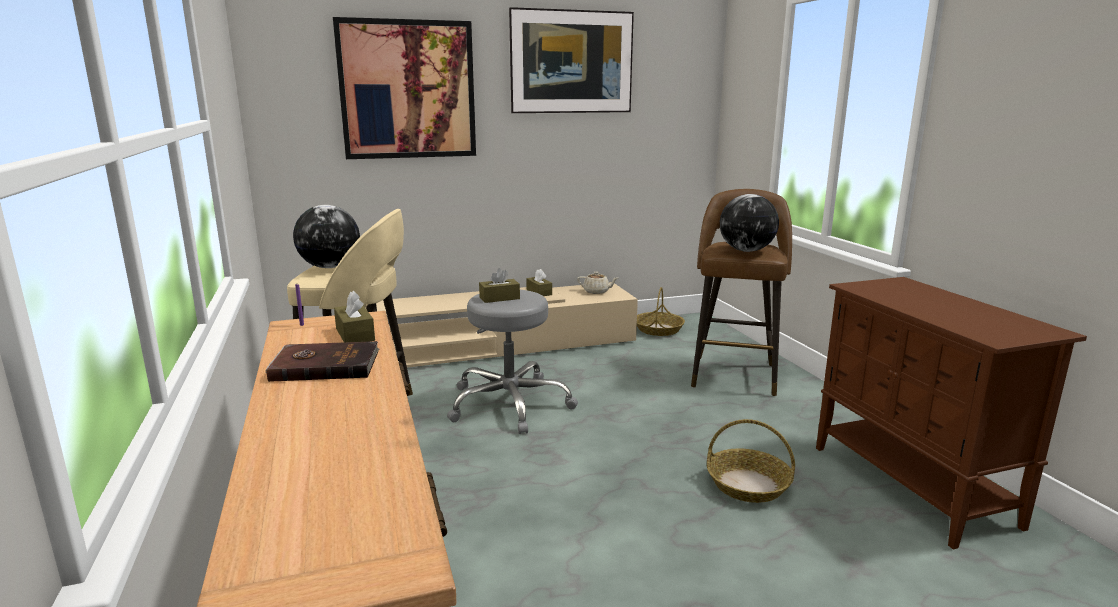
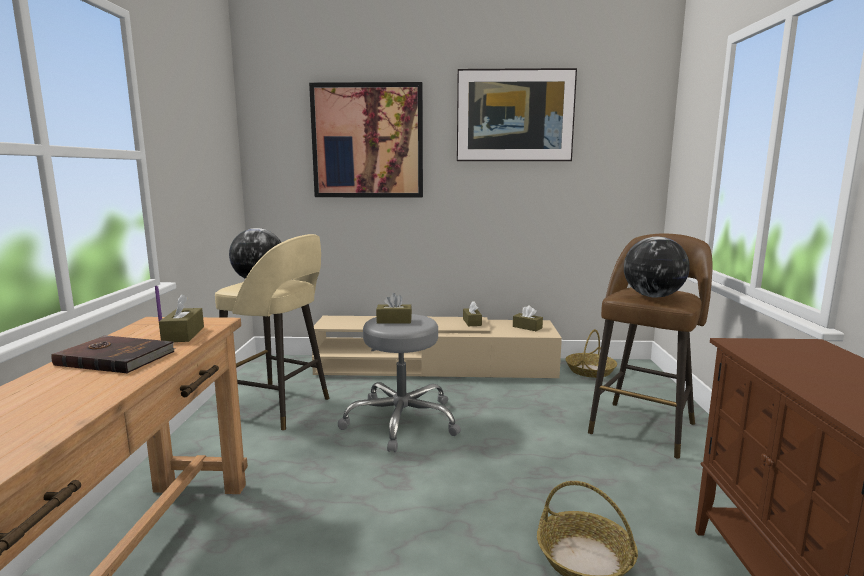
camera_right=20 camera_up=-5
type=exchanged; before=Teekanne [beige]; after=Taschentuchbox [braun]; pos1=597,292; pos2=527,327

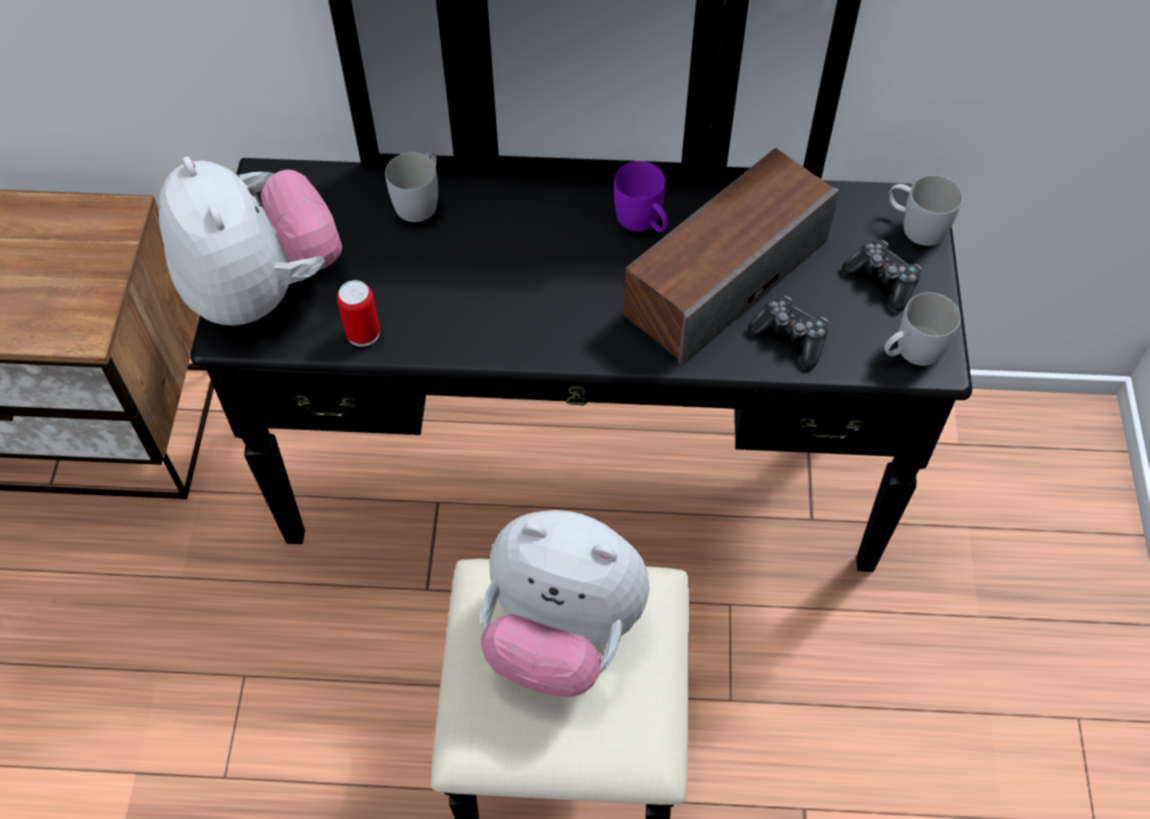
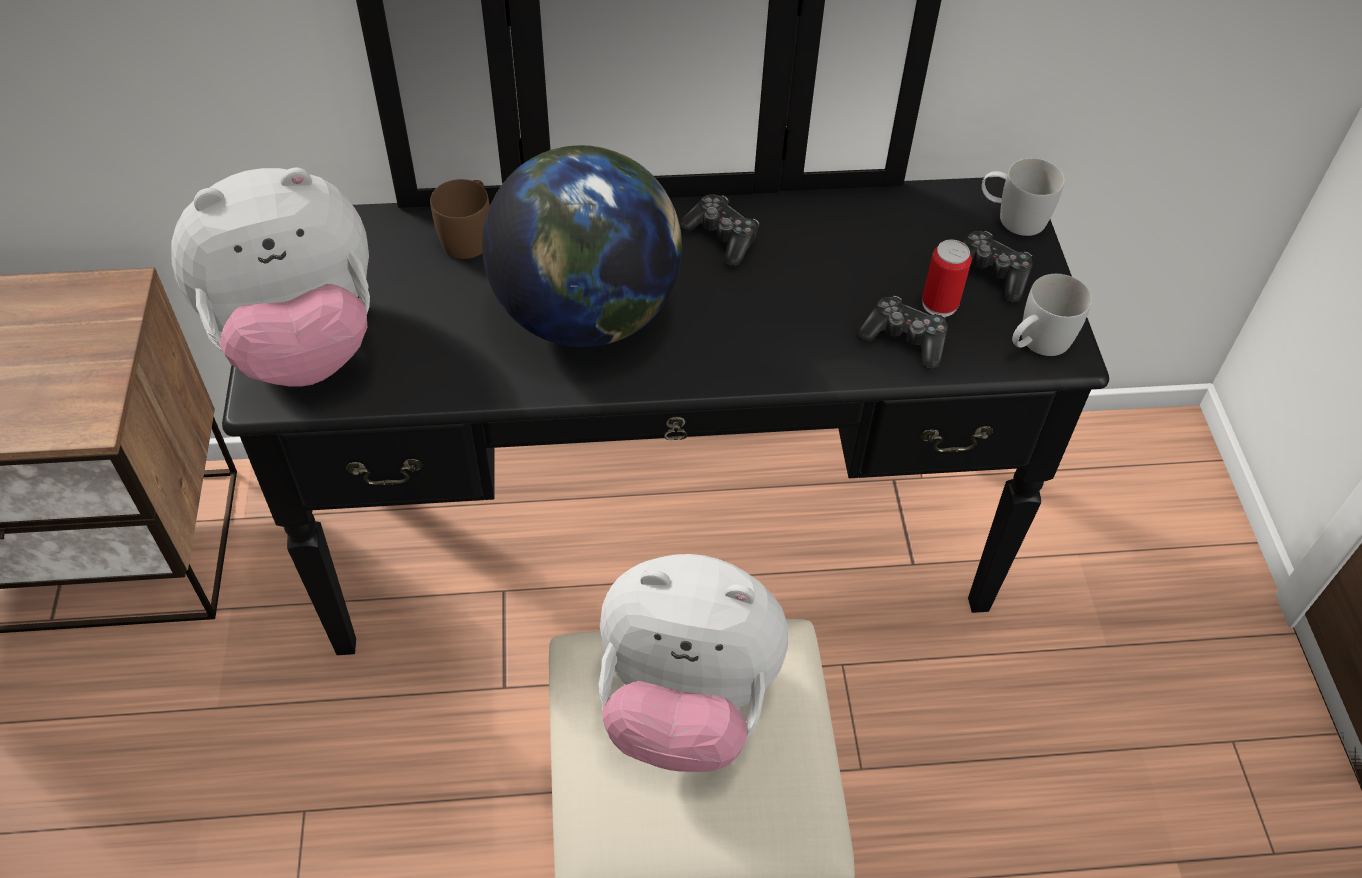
camera_right=-10 camera_up=-5
type=missing; before=Lautsprecher; pos1=725,277
type=colour; before=Henkelbecher [weiß]; after=Henkelbecher [braun]; pos1=420,200; pos2=470,235
type=spun; before=Plüschtier; pos1=262,289; pos2=300,344; turn=105
type=exchanged; before=Henkelbecher [lila]; after=Gamepad; pos1=643,222; pos2=721,238
type=relocated; before=Dose; pos1=363,333; pos2=939,304
type=appeared; after=Globus; pos2=587,314

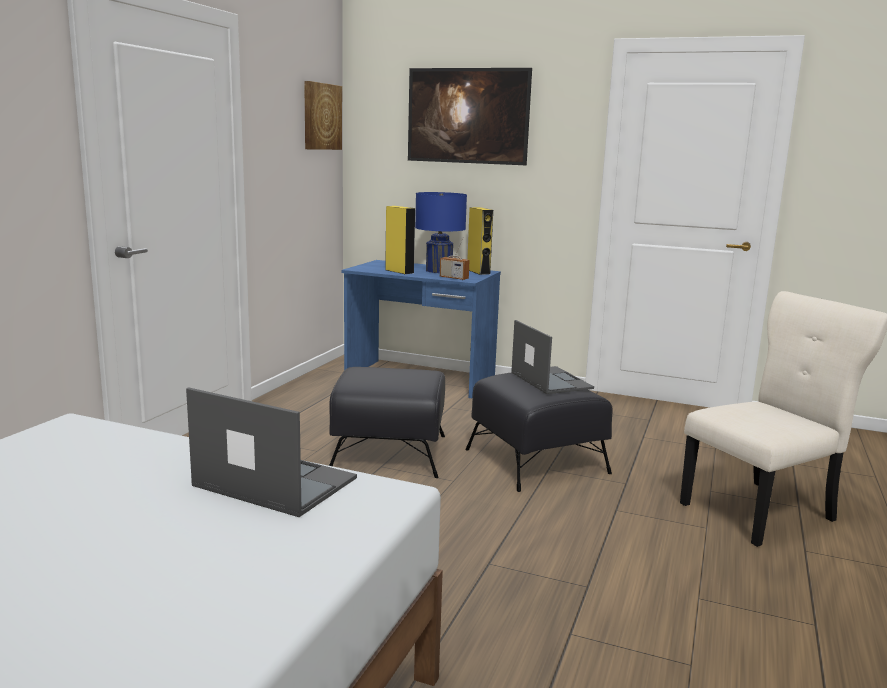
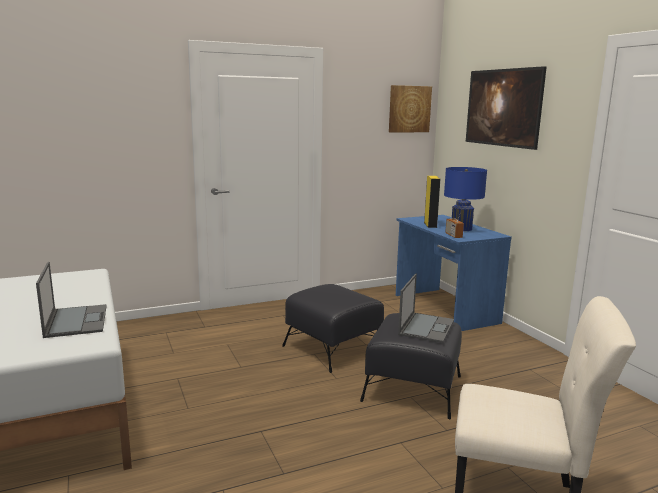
camera_right=45 camera_up=0
type=missing; before=Lautsprecher [gelb]; pos1=478,272

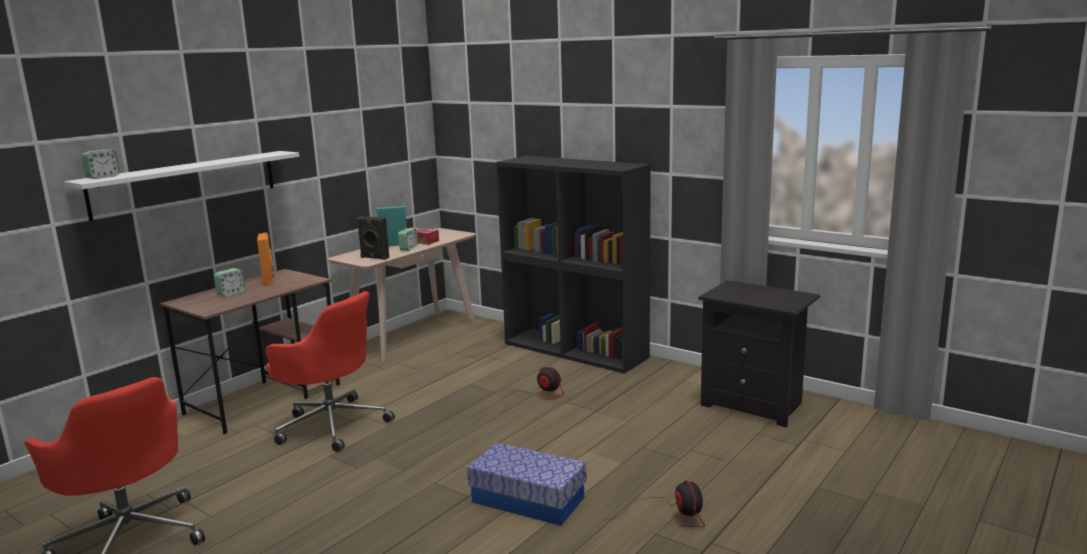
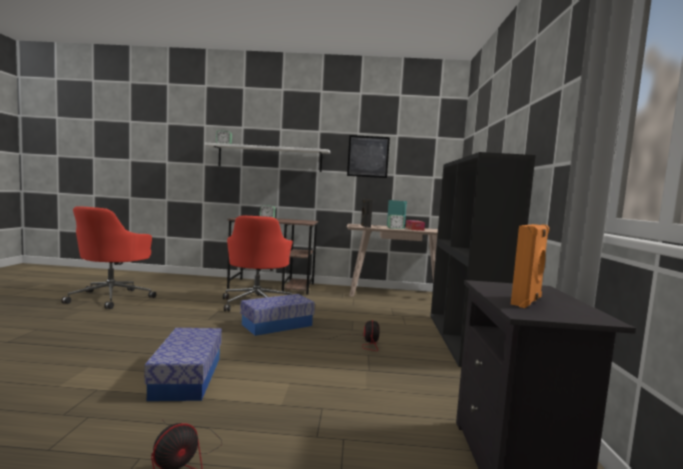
camera_right=55 camera_up=-10
type=relocated; before=Lautsprecher [orange]; pos1=269,280; pos2=527,301
type=appeared; after=Bild; pos2=368,156
type=appeared; after=Aufbewahrungsbox; pos2=277,325

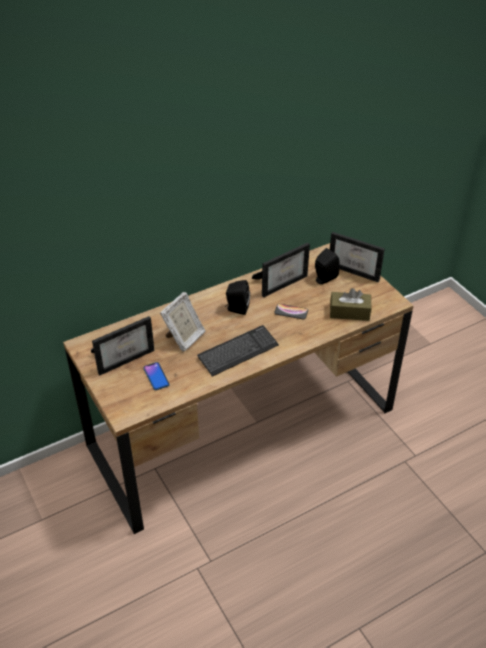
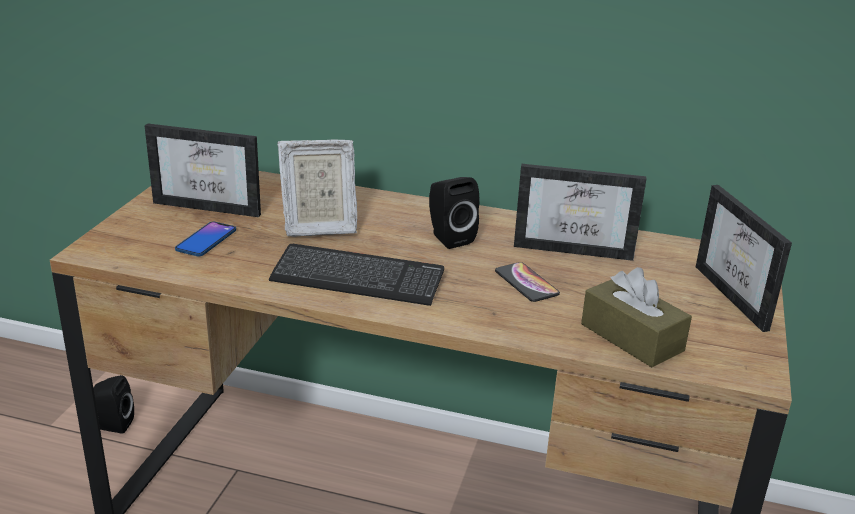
camera_right=45 camera_up=-15
type=relocated; before=Lautsprecher [schwarz]; pos1=324,279; pos2=112,425

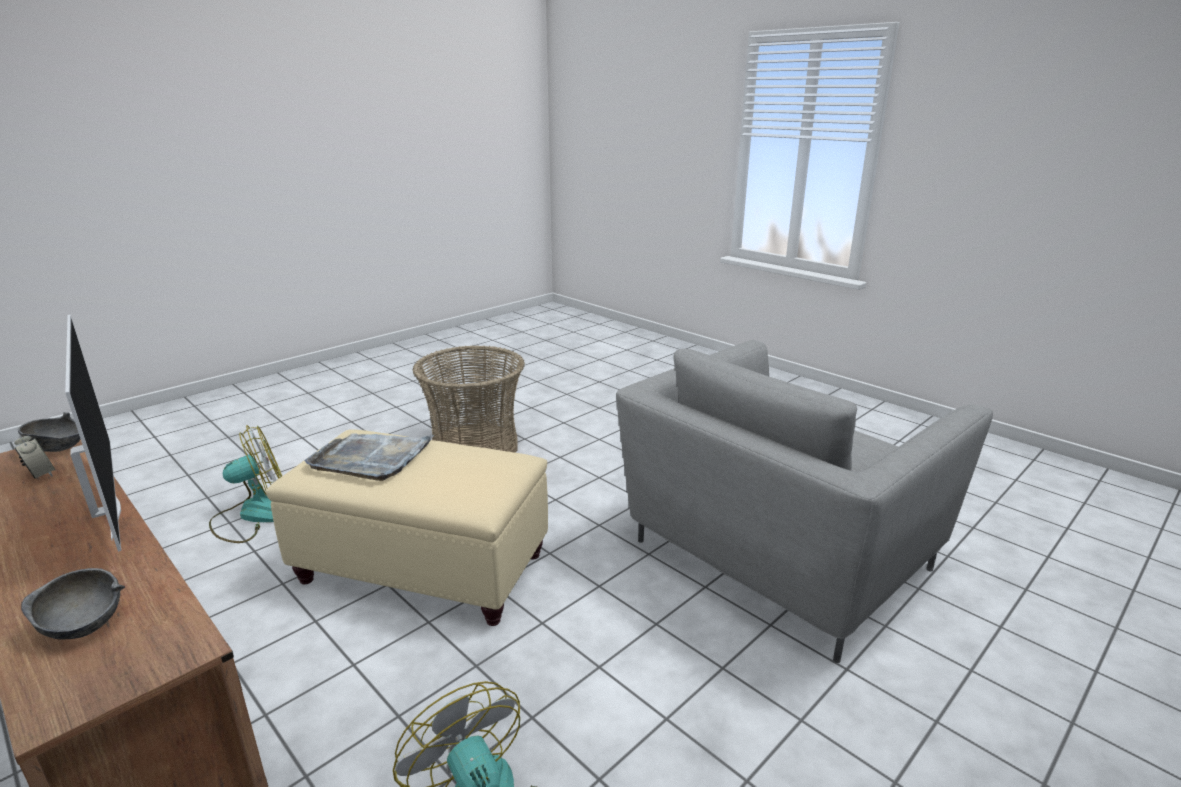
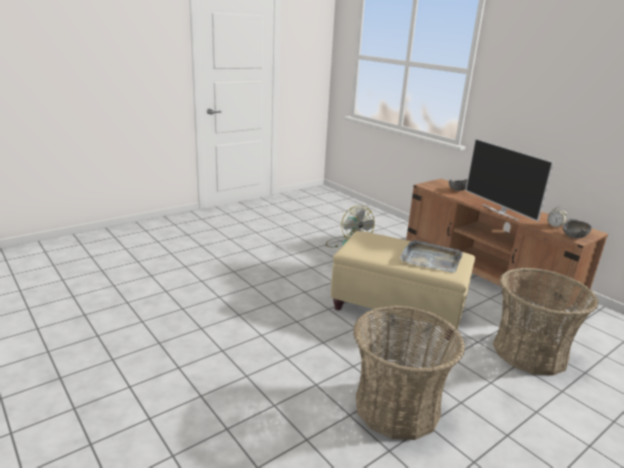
camera_right=-175 camera_up=0
type=missing; before=Sessel [grau]; pos1=775,558
type=exchanged; before=Ventilator; after=Korb; pos1=254,515; pos2=530,352

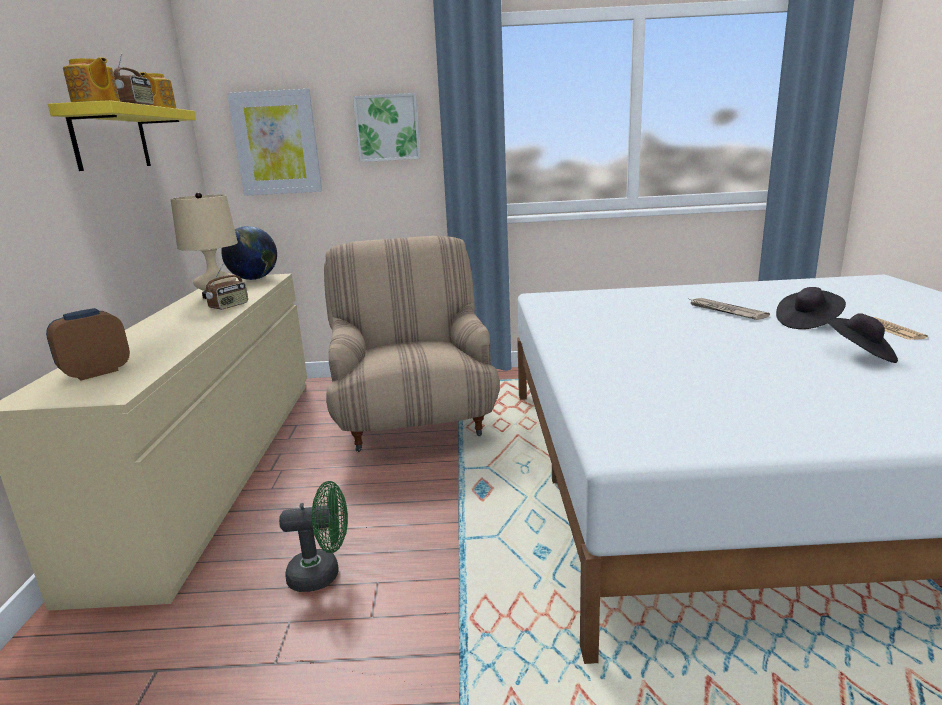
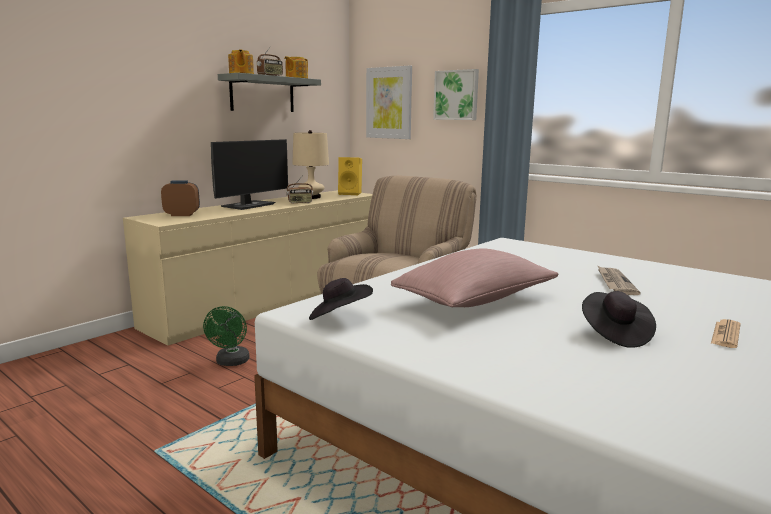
camera_right=40 camera_up=-5
type=colour; before=Wandregal [gelb]; after=Wandregal [grau]; pos1=111,139; pos2=262,94
type=exchanged; before=Globus; after=Lautsprecher [gelb]; pos1=254,279; pos2=351,193
type=relocated; before=Hut [schwarz]; pos1=807,323; pos2=339,317
type=spun; before=Ventilator [grün]; pos1=322,574; pos2=231,362; turn=60
type=appeared; after=Monitor; pos2=249,205
type=appeared; after=Kissen [rosa]; pos2=476,301

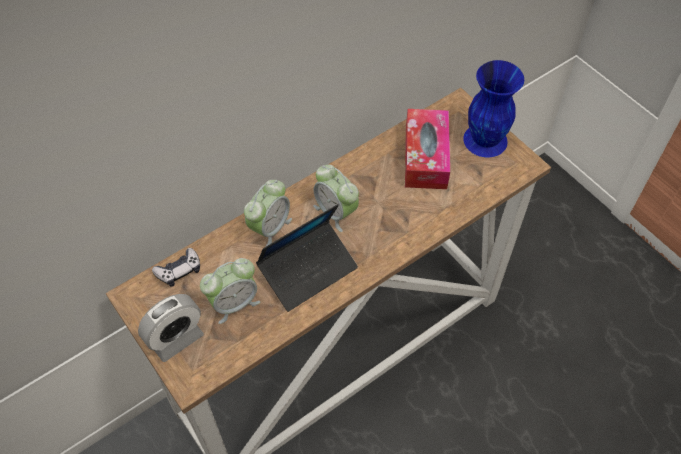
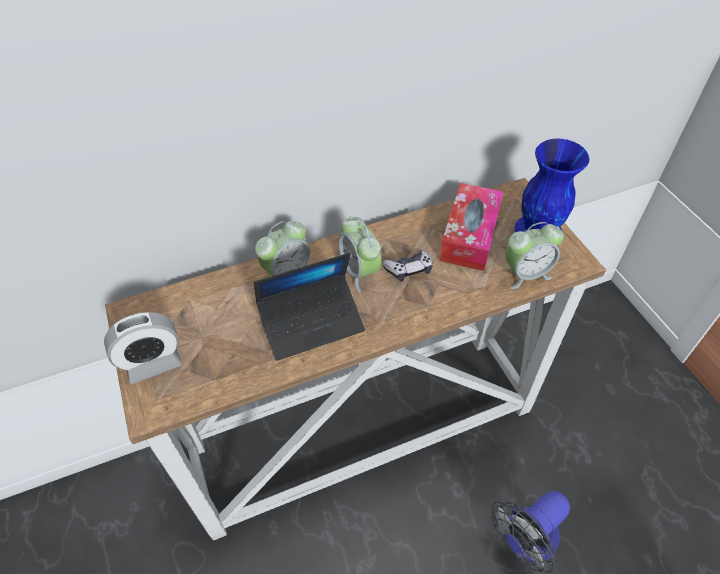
camera_right=15 camera_up=-5
type=relocated; before=Gamepad; pos1=179,271; pos2=408,269
type=relocated; before=Wecker; pos1=234,303; pos2=526,274
type=appeared; after=Ventilator; pos2=524,541

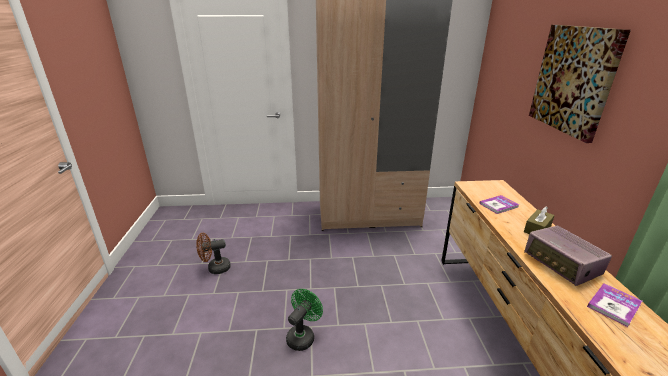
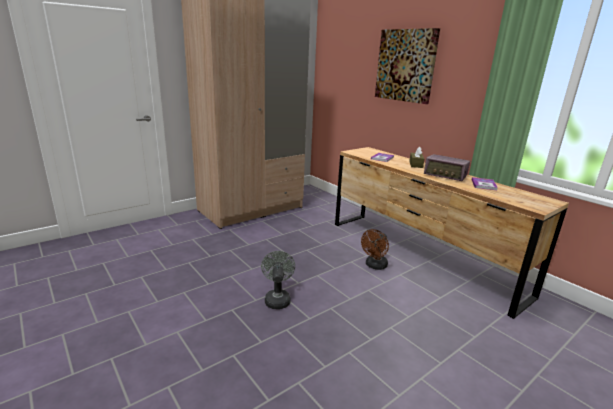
camera_right=-35 camera_up=-5
type=relocated; before=Ventilator [braun]; pos1=215,268; pos2=374,266
type=colour; before=Ventilator [grün]; after=Ventilator [grau]; pos1=303,336; pos2=277,298

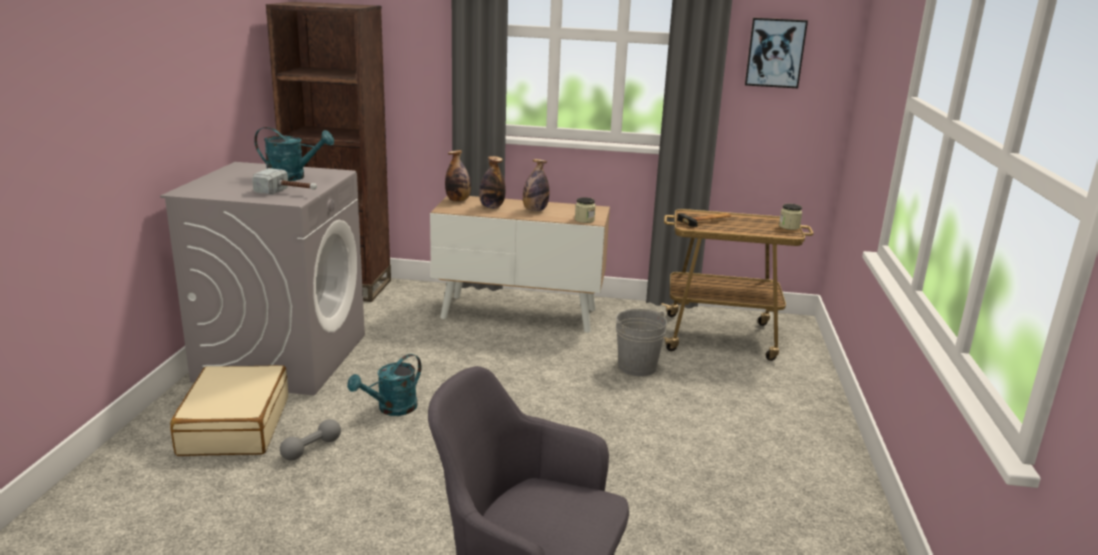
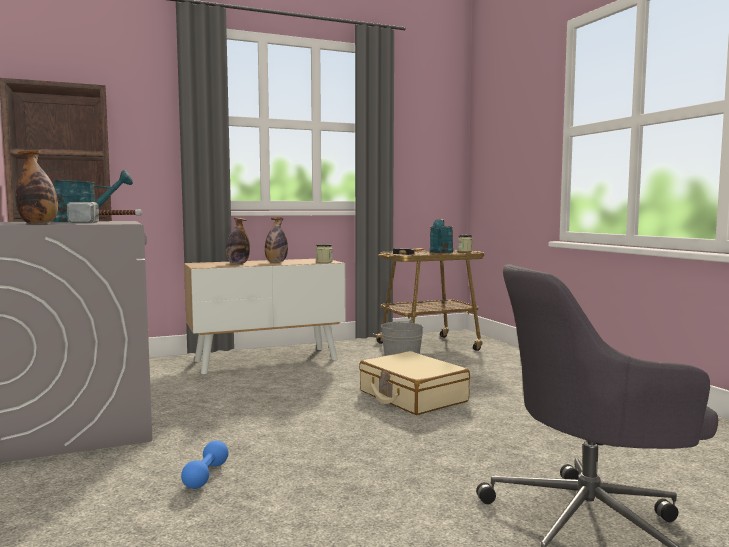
camera_right=-30 camera_up=-15
type=missing; before=Bild; pos1=775,53
type=relocated; before=Flasche; pos1=458,200; pos2=39,224
type=relocated; before=Gießkanne [türkis]; pos1=391,409; pos2=441,252
type=relocated; before=Koffer [beige]; pos1=234,425; pos2=412,397
type=colour; before=Hantel [grau]; after=Hantel [blau]; pos1=311,449; pos2=206,476

